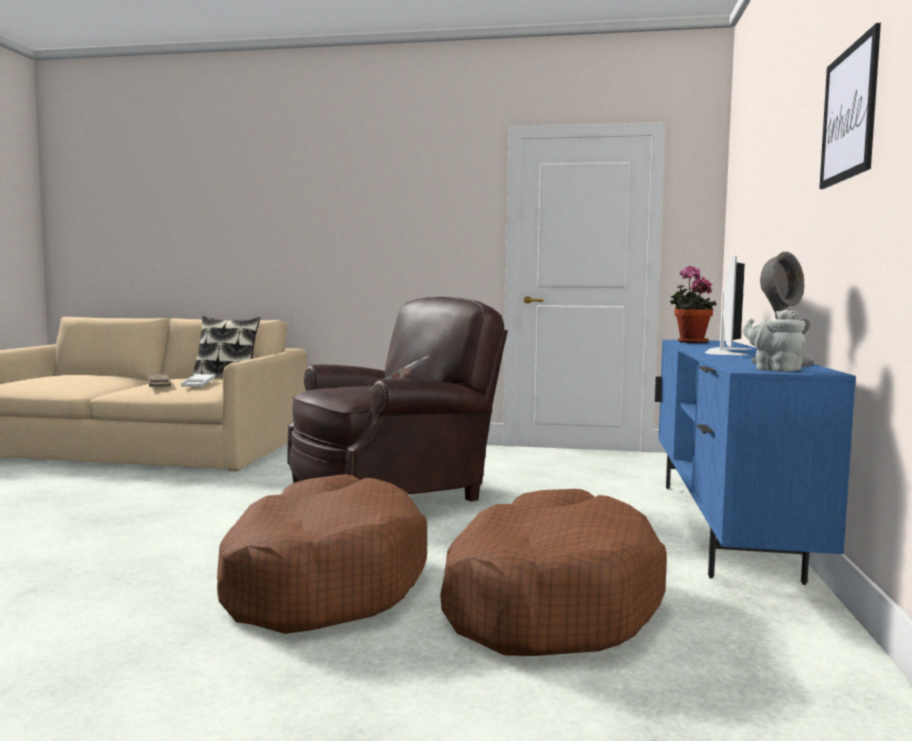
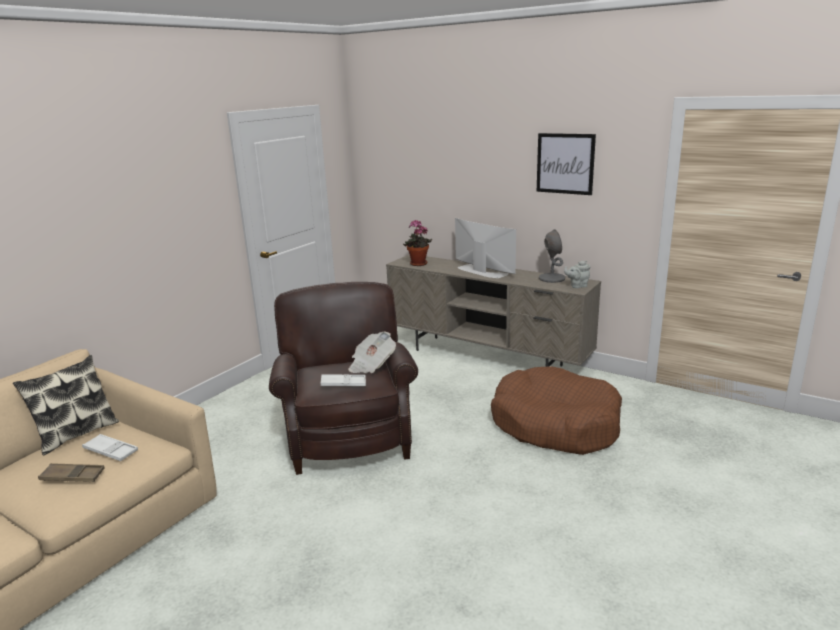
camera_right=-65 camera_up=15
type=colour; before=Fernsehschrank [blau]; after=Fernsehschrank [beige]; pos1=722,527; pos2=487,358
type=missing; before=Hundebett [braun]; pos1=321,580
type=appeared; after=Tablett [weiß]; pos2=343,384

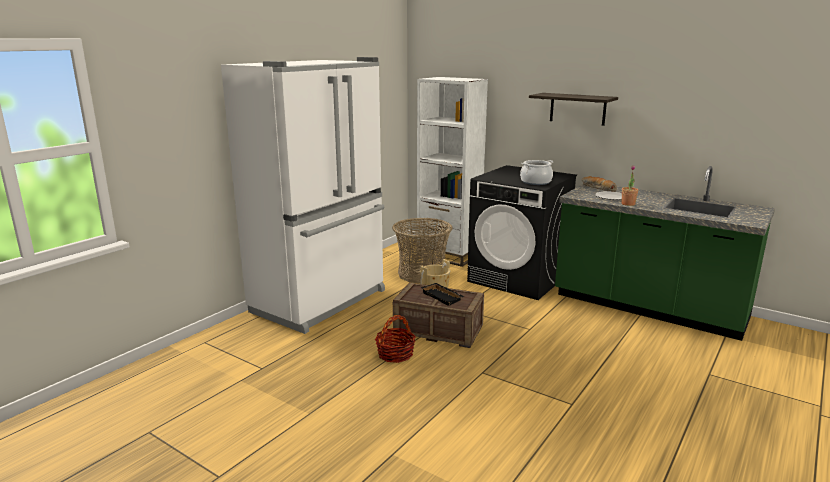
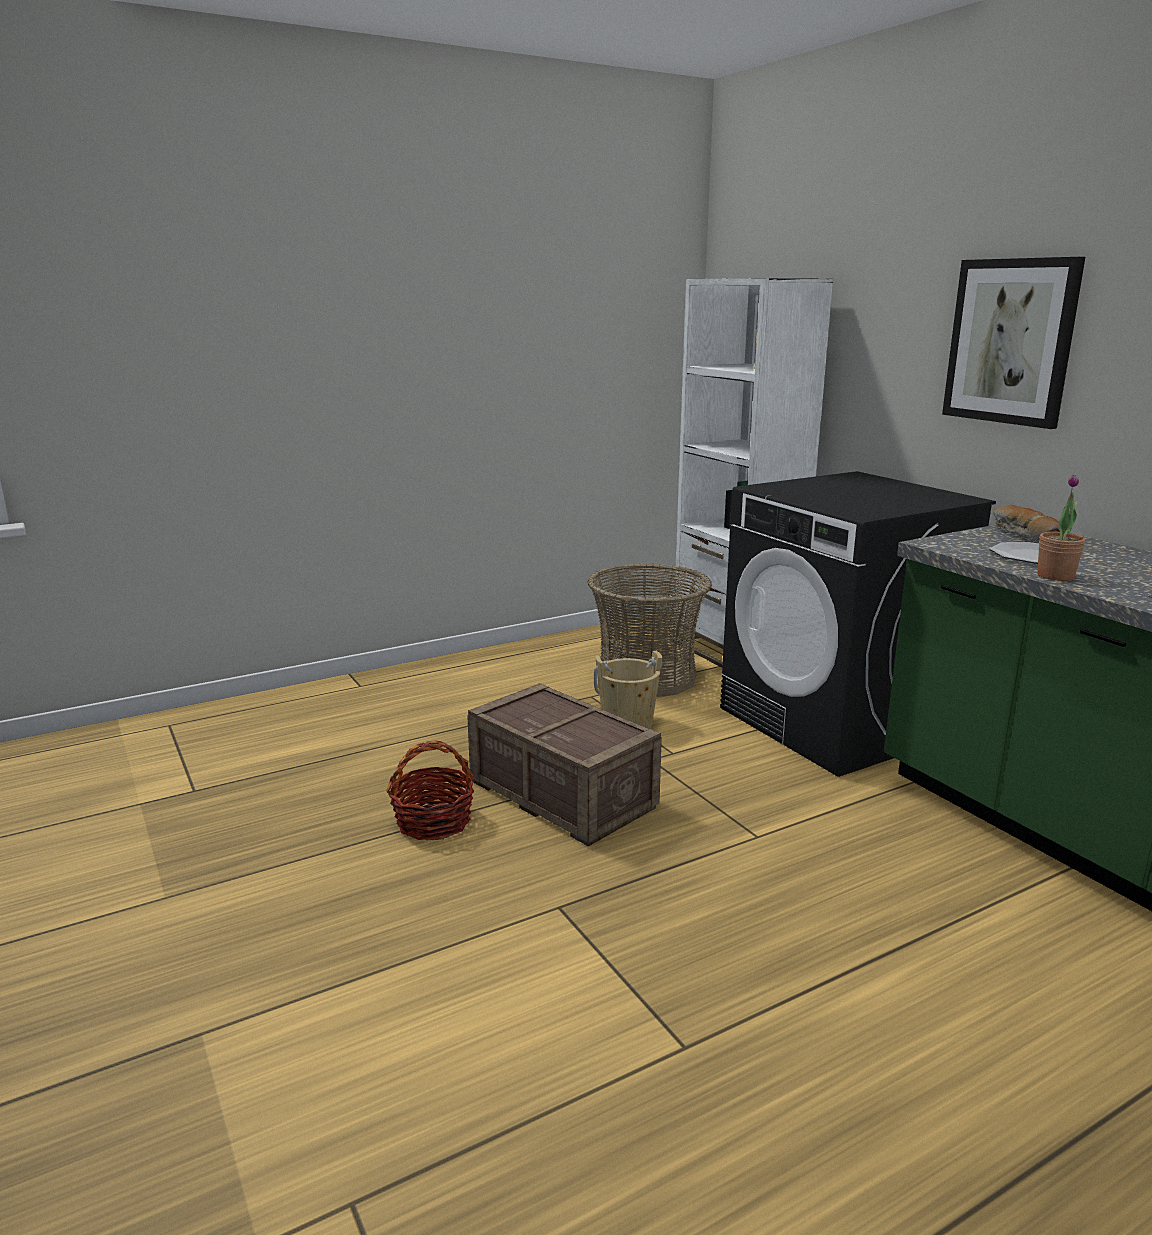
camera_right=25 camera_up=0
type=missing; before=Kühlschrank [weiß]; pos1=321,301
type=exchanged; before=Wandregal; after=Bild; pos1=577,109; pos2=1011,341
type=missing; before=Kochtopf; pos1=536,182
type=missing; before=Tablett [schwarz]; pos1=443,297

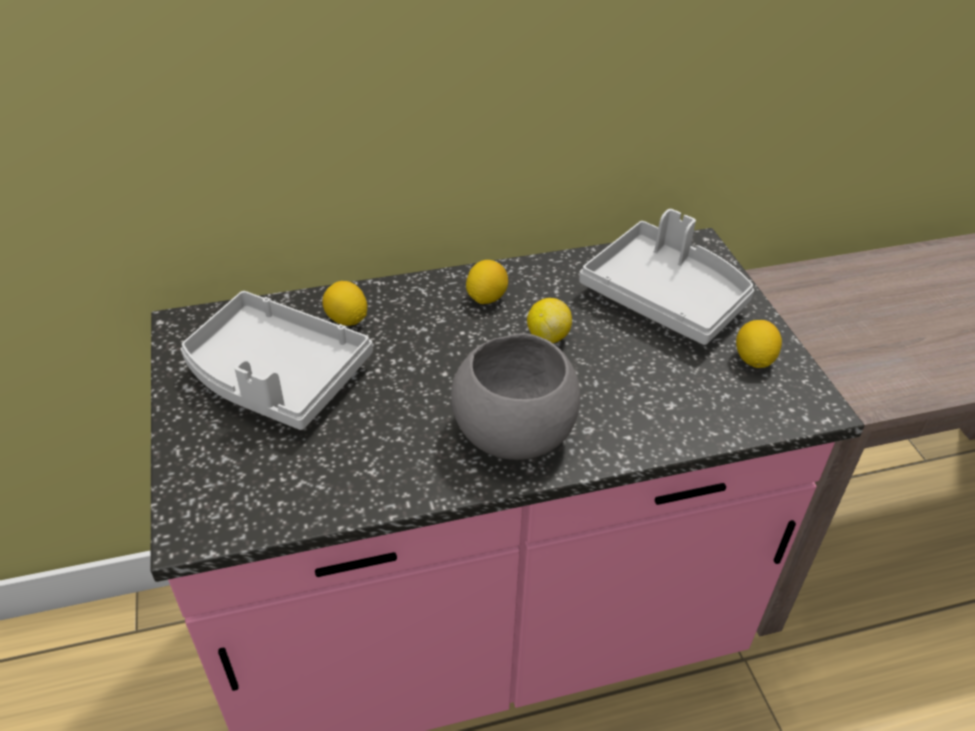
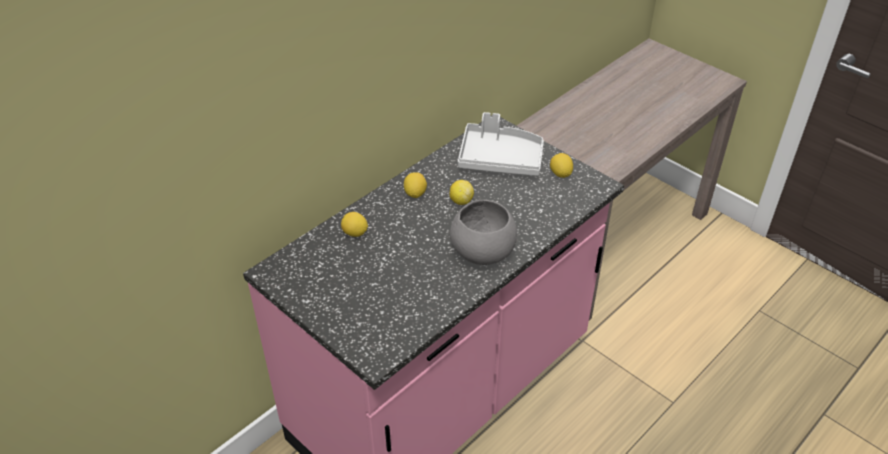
camera_right=-30 camera_up=0
type=missing; before=Tablett [grau]; pos1=275,376

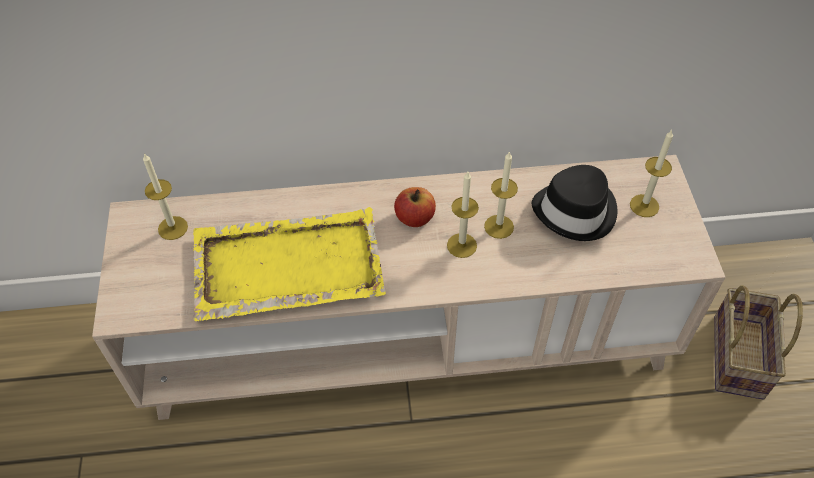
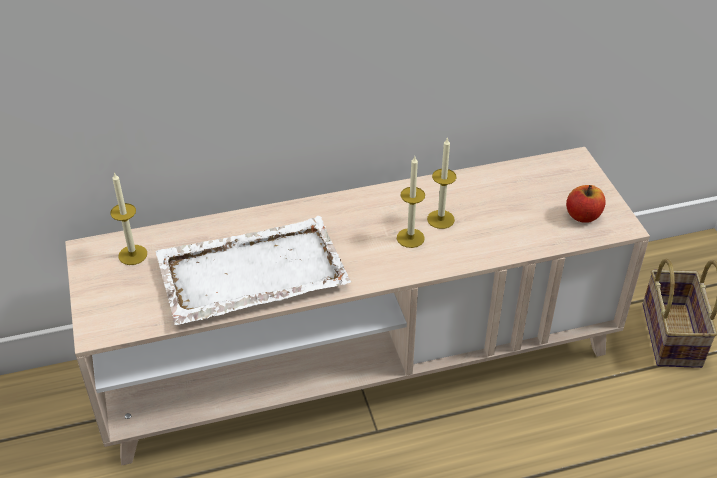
camera_right=-10 camera_up=-10
type=missing; before=Kerze; pos1=644,205
type=missing; before=Hut [schwarz]; pos1=576,211
type=relocated; before=Apfel; pos1=415,218; pos2=583,216
type=colour; before=Tablett [gelb]; after=Tablett [weiß]; pos1=286,267; pos2=250,274

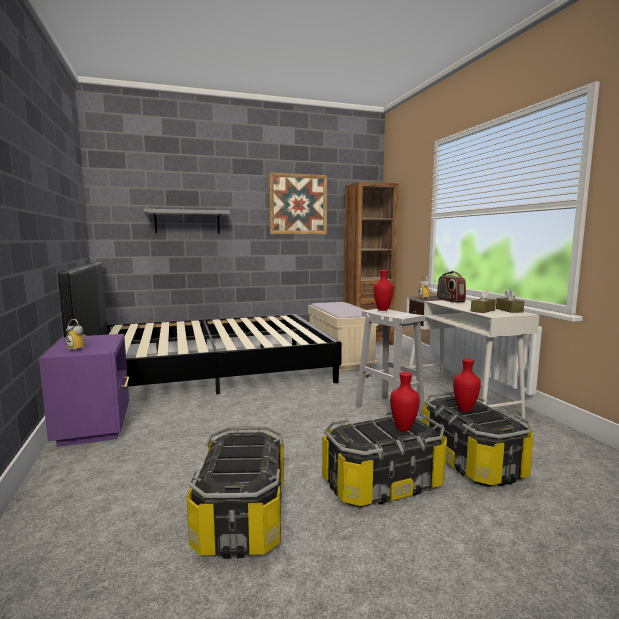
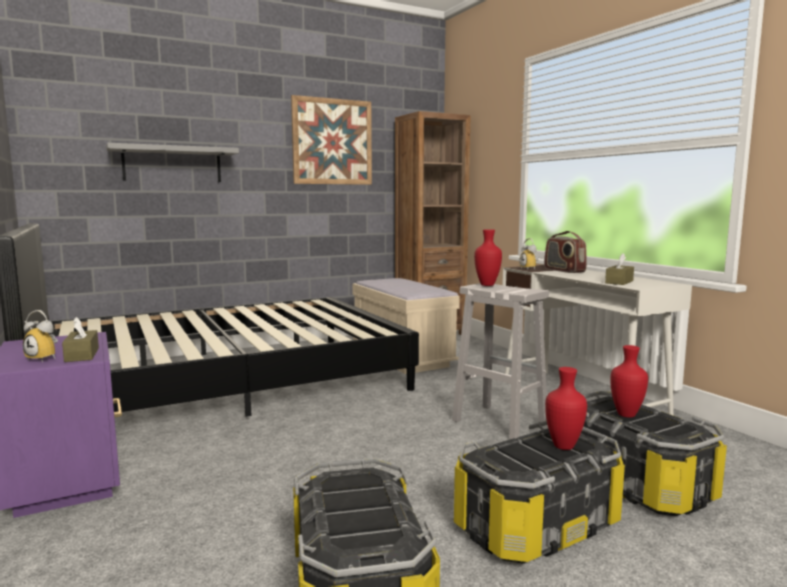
camera_right=-10 camera_up=0
type=relocated; before=Taschentuchbox [braun]; pos1=509,310; pos2=82,355

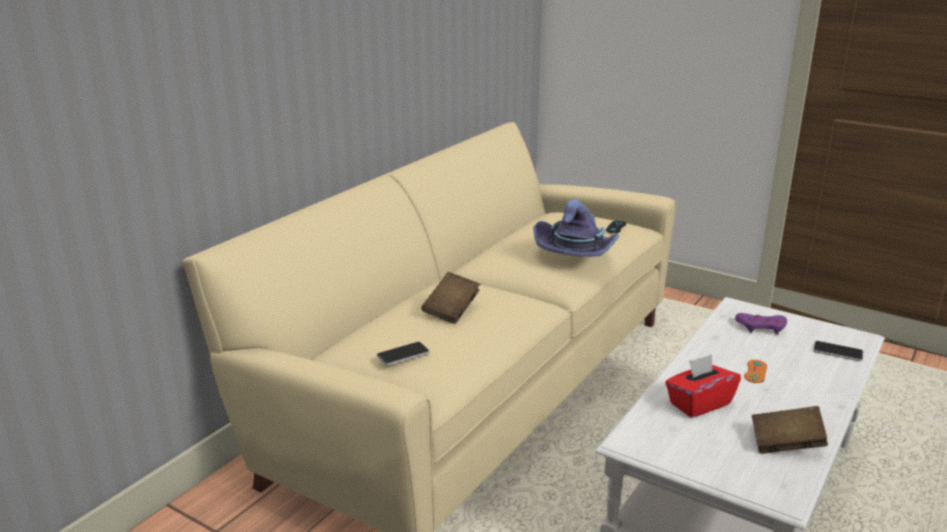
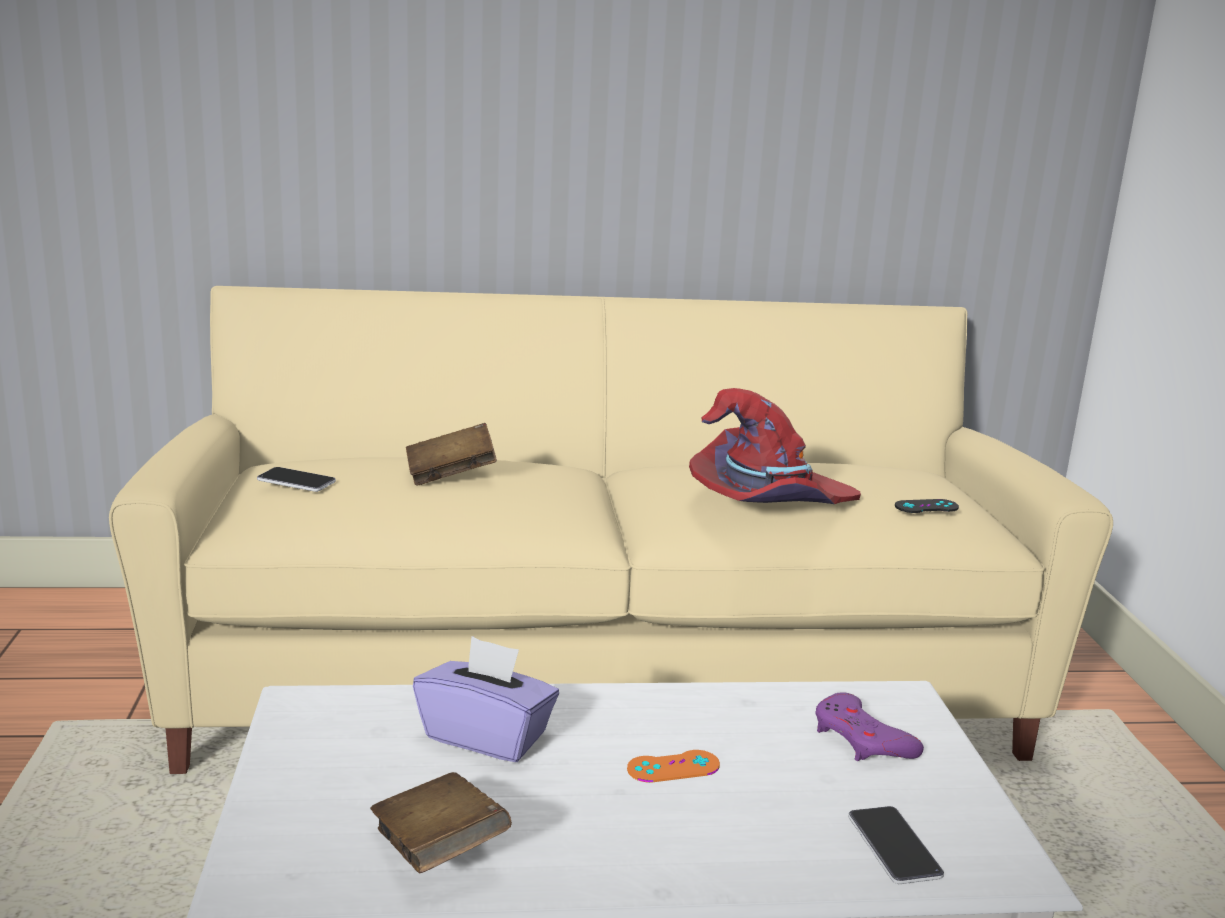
camera_right=50 camera_up=-5
type=colour; before=Hut [lila]; after=Hut [rot]; pos1=576,253; pos2=767,501
type=colour; before=Taschentuchbox [rot]; after=Taschentuchbox [lila]; pos1=699,403; pos2=486,736

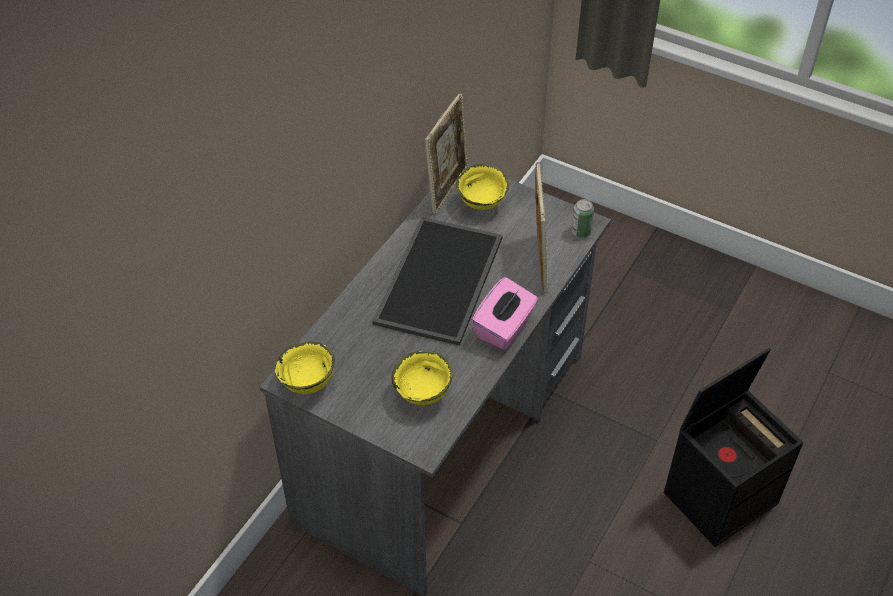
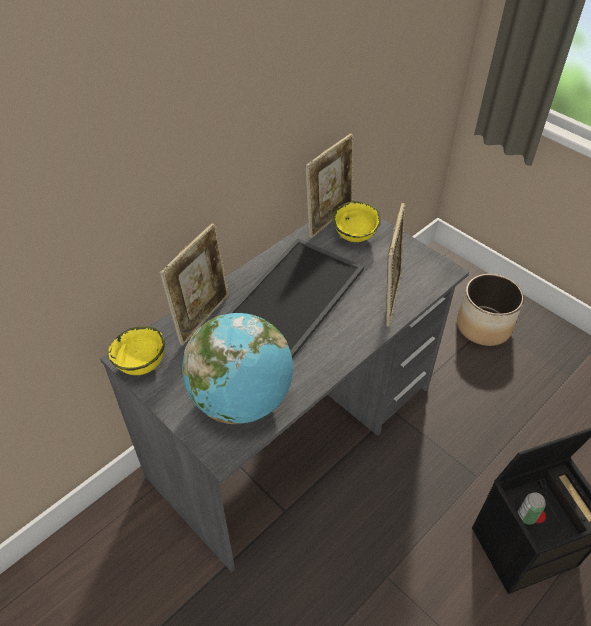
camera_right=15 camera_up=0
type=relocated; before=Dose; pos1=580,231; pos2=526,516
type=missing; before=Taschentuchbox [rosa]; pos1=504,328
type=exchanged; before=Schüssel [gelb]; after=Globus; pos1=424,395; pos2=242,399
type=appeared; after=Bilderrahmen; pos2=203,317
type=appeared; after=Pflanzkübel; pos2=484,326

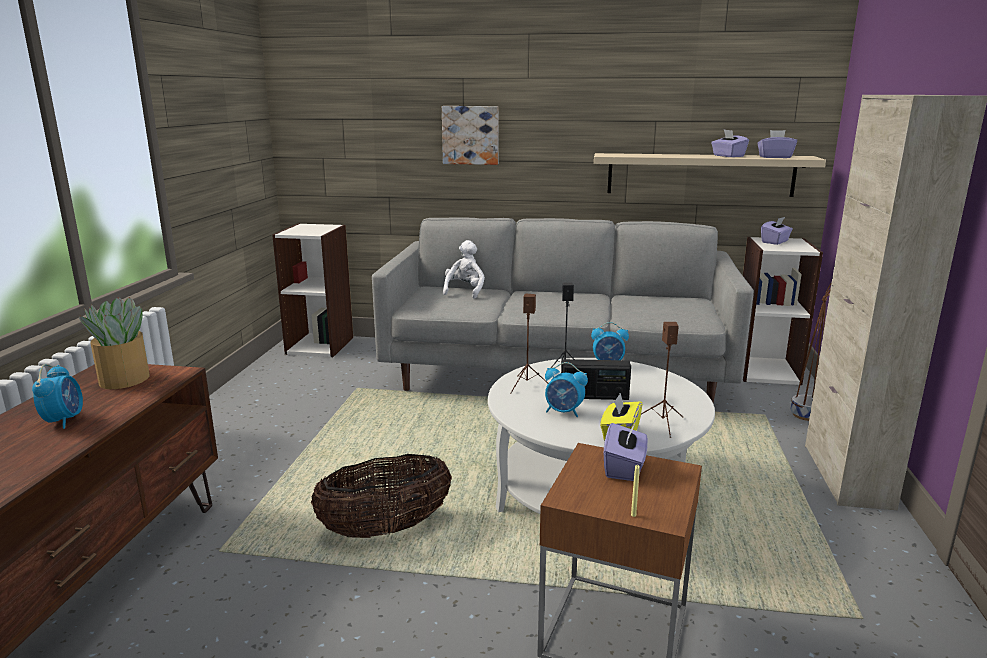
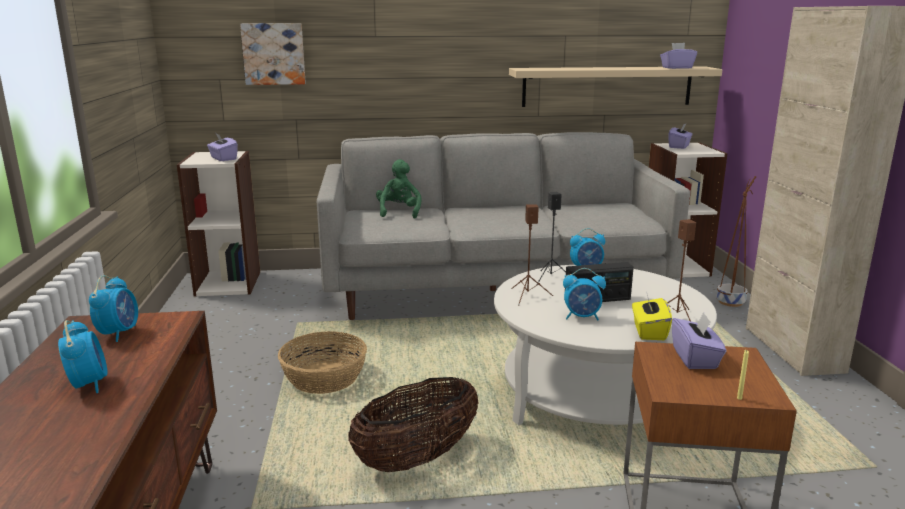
camera_right=-15 camera_up=0
type=relocated; before=Bild; pos1=470,135; pos2=274,54
type=relocated; before=Taschentuchbox [lila]; pos1=728,156; pos2=223,158
type=colour; before=Plüschtier [weiß]; after=Plüschtier [grün]; pos1=465,291; pos2=399,212
type=exchanged; before=Topfpflanze; after=Wecker; pos1=123,380; pos2=119,333
type=appeared; after=Korb; pos2=324,378

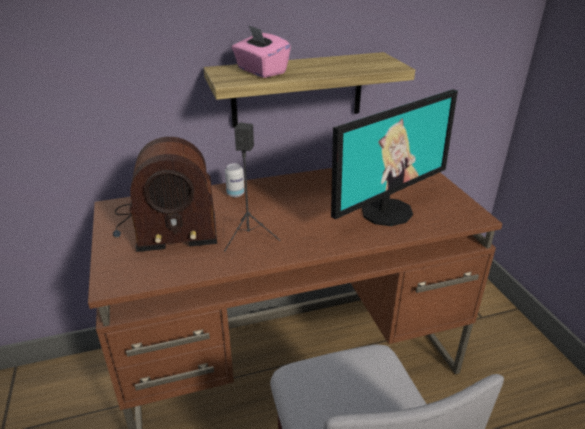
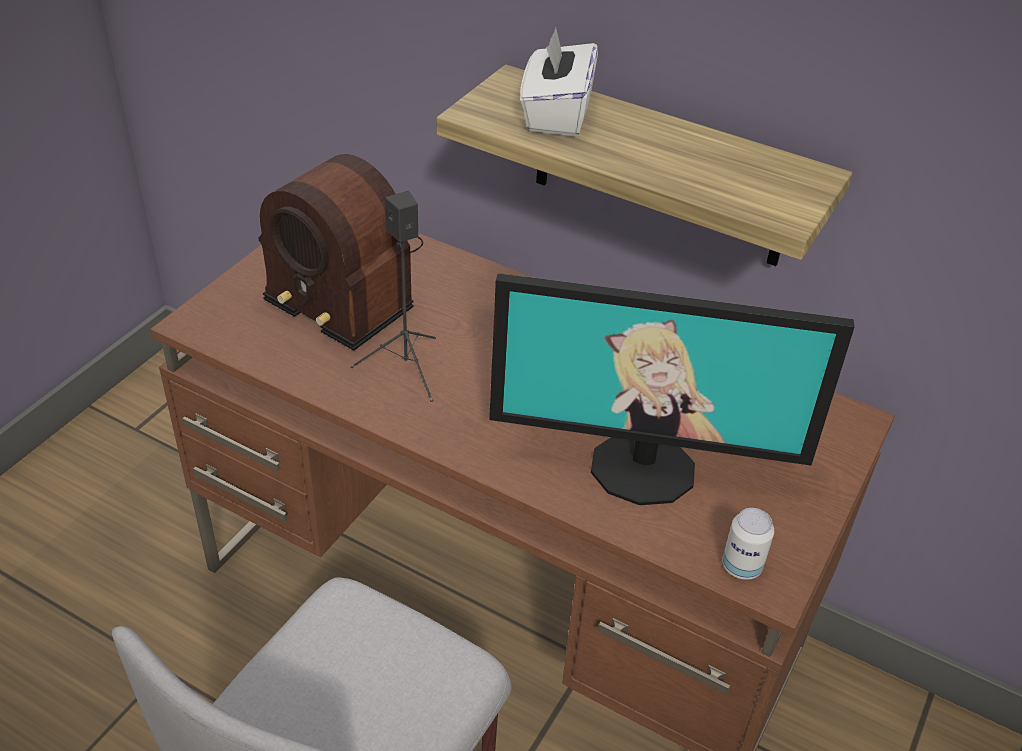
camera_right=45 camera_up=10
type=colour; before=Taschentuchbox [rosa]; after=Taschentuchbox [weiß]; pos1=260,71; pos2=556,114
type=relocated; before=Dose; pos1=235,194; pos2=741,566

